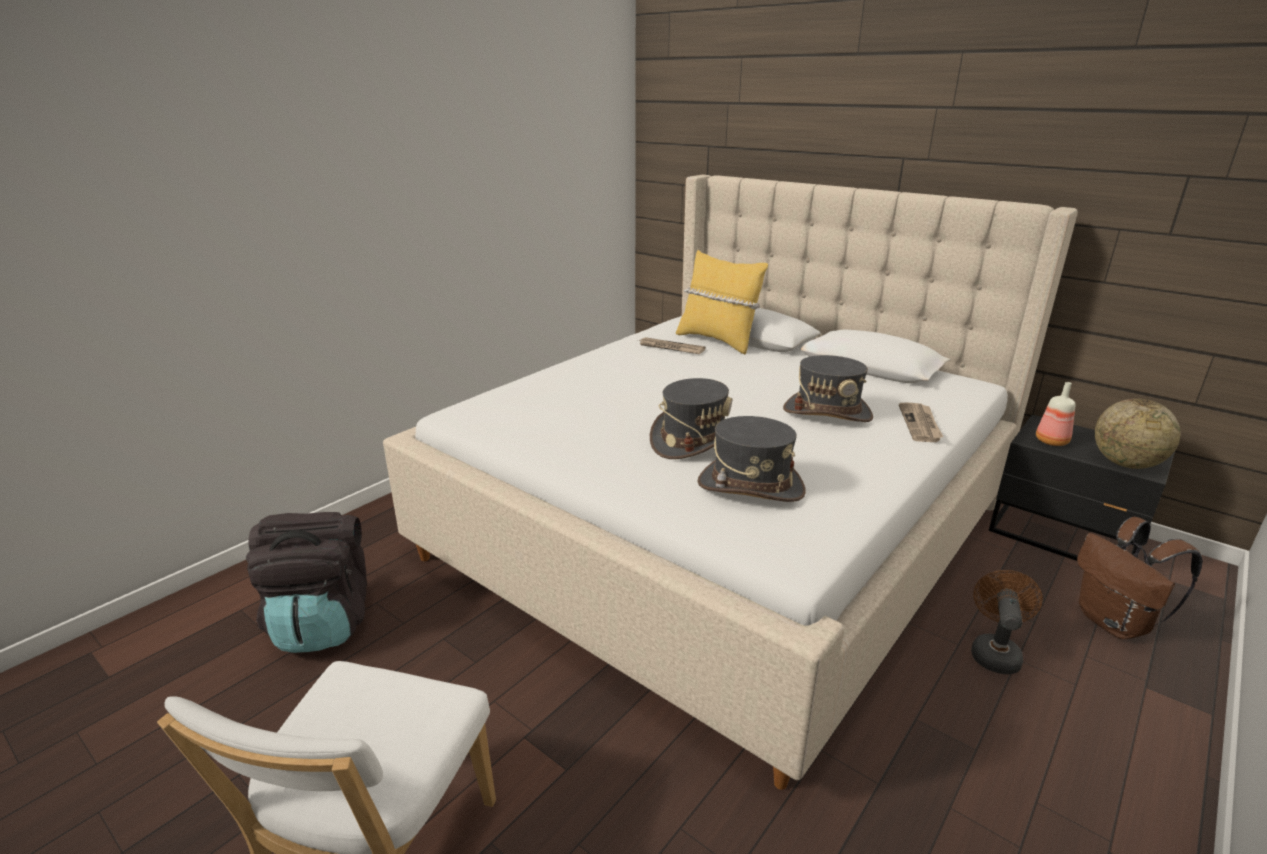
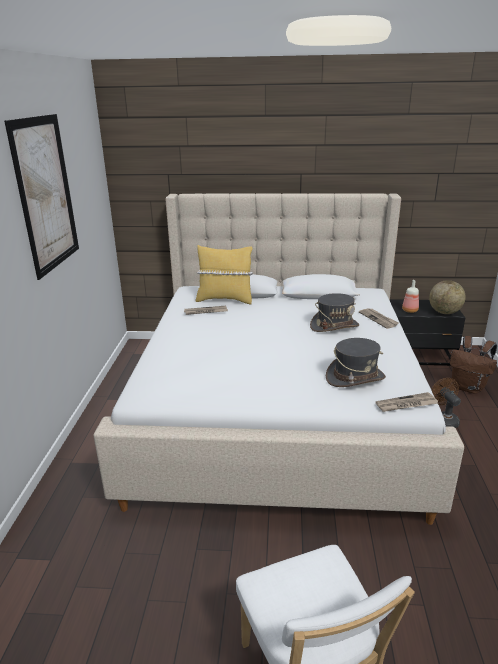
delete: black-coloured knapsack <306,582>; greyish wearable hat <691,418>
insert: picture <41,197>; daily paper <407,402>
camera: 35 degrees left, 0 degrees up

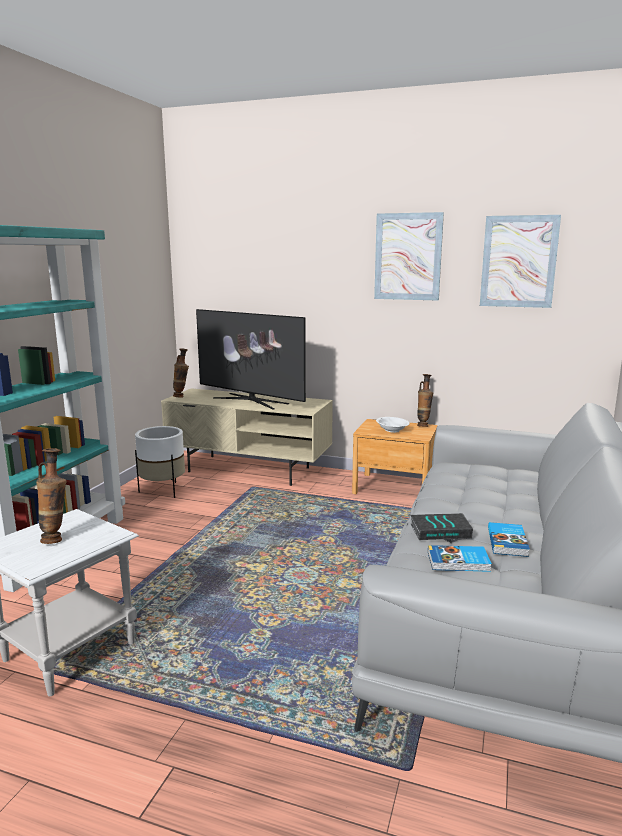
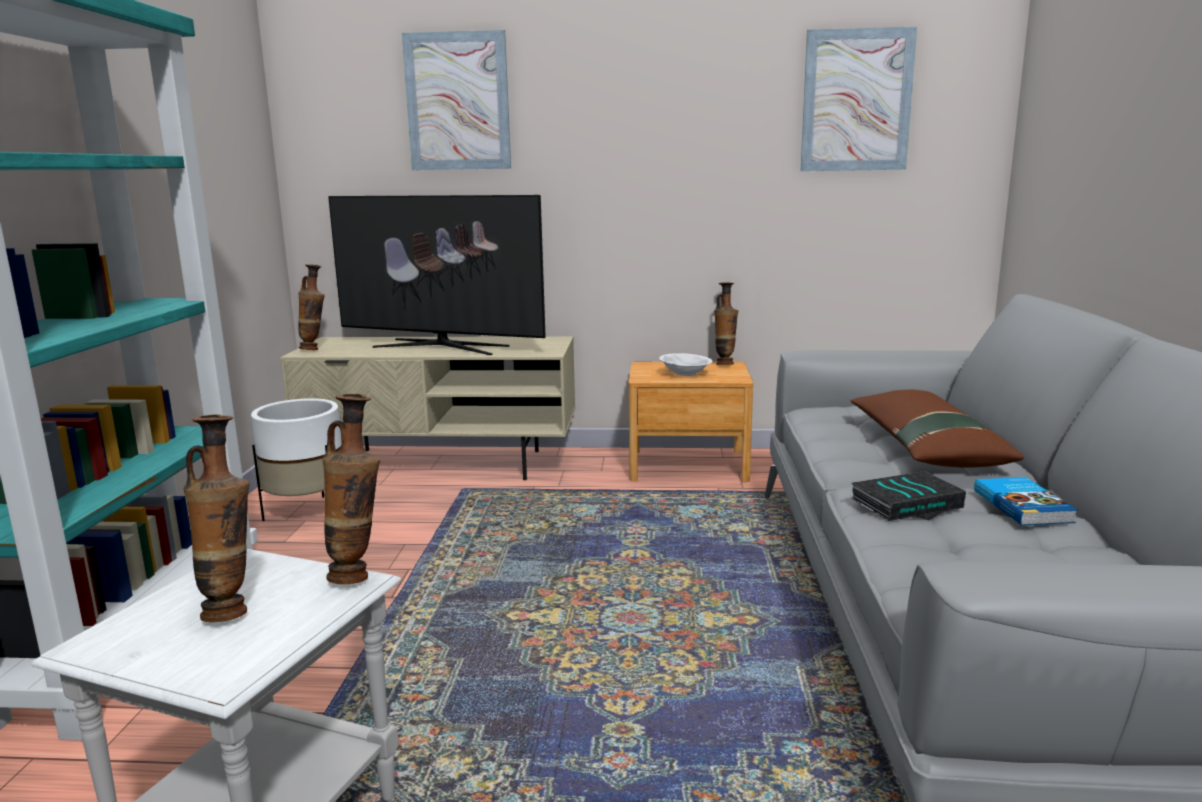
delete: bound book <460,558>
insert: vase <351,489>; brown cushion <937,429>
move: picture <409,256> to <456,100>
camera: 15 degrees left, 0 degrees up

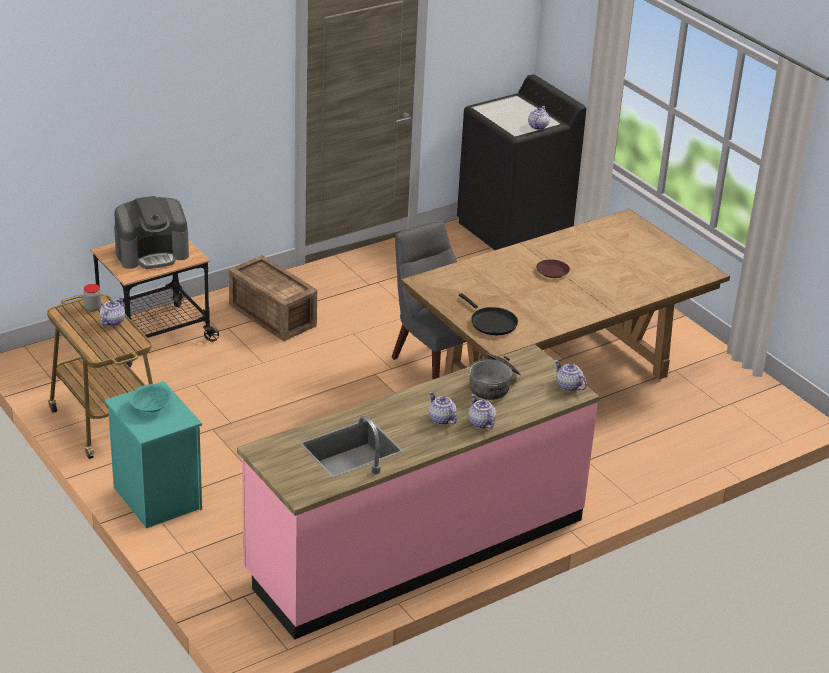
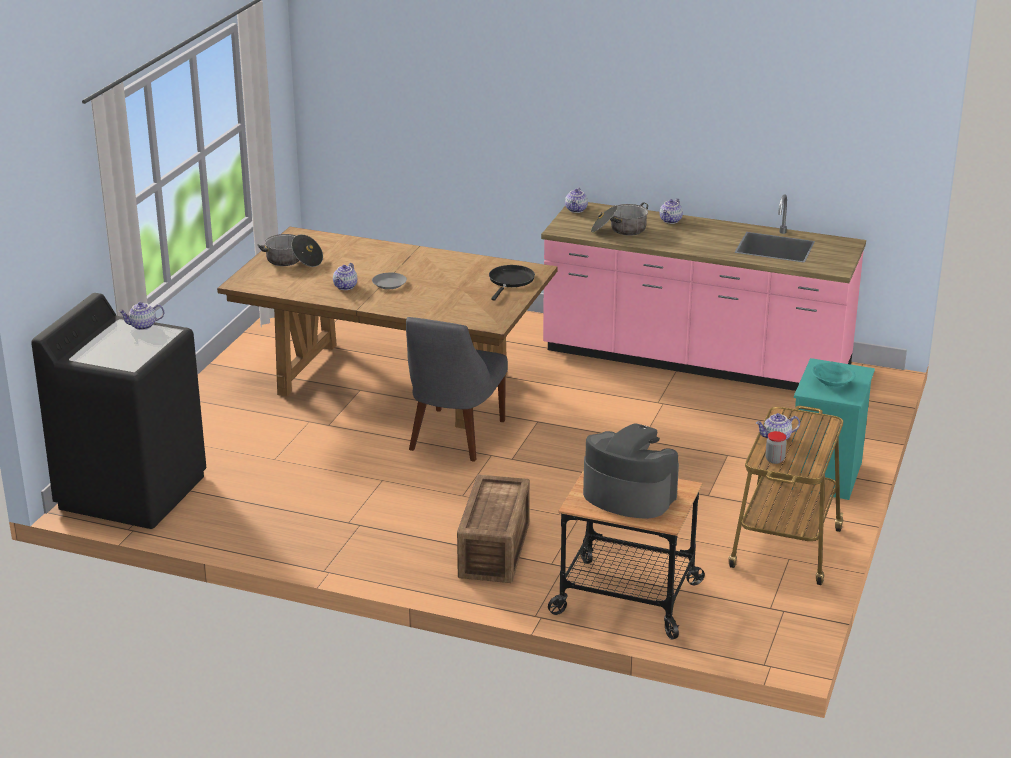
insert: cooking pot <290,250>
move: teapot <443,408> to <345,276>
recolor: brown flat dish <553,268> to greyish flat dish <389,281>
camera: 125 degrees left, 5 degrees down

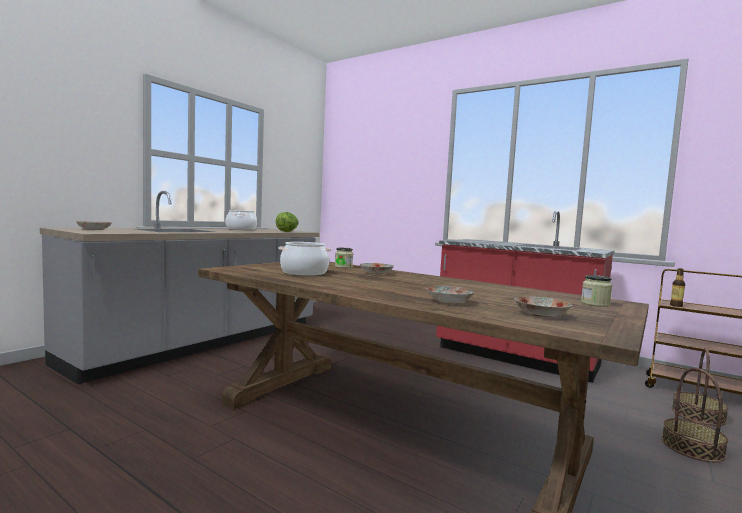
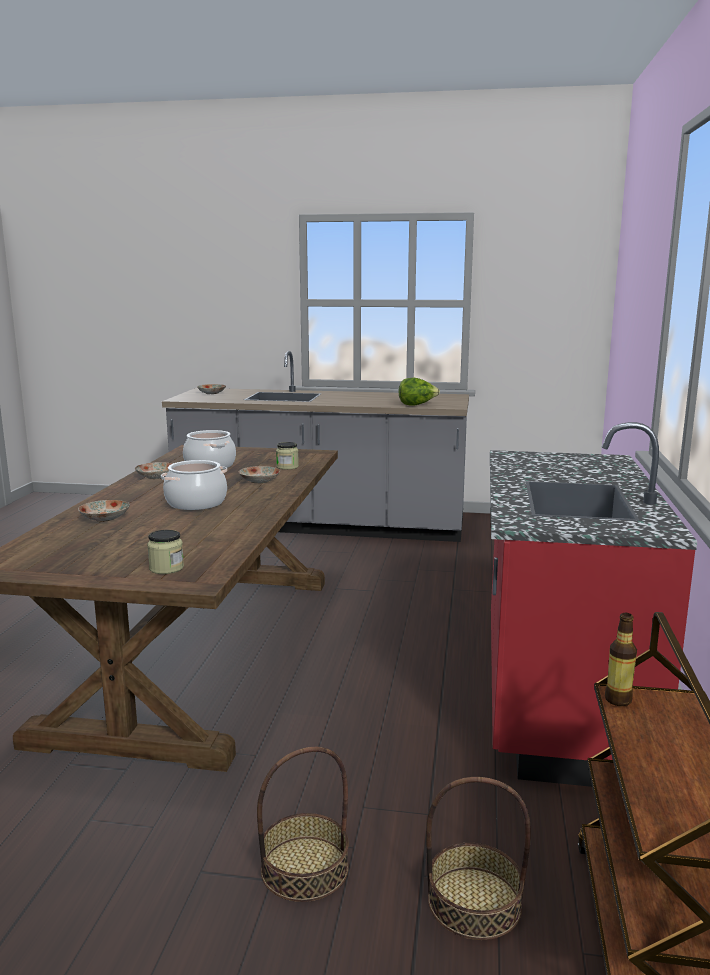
move: cooking pot <241,220> to <194,485>; flat dish <543,306> to <154,470>
camera: 65 degrees right, 10 degrees up

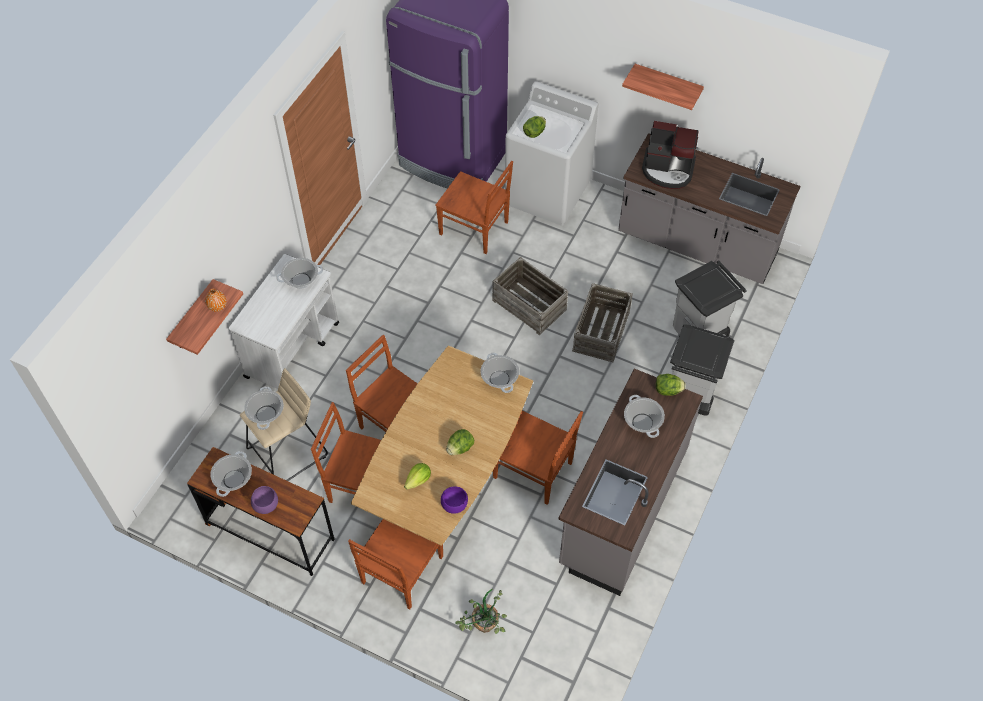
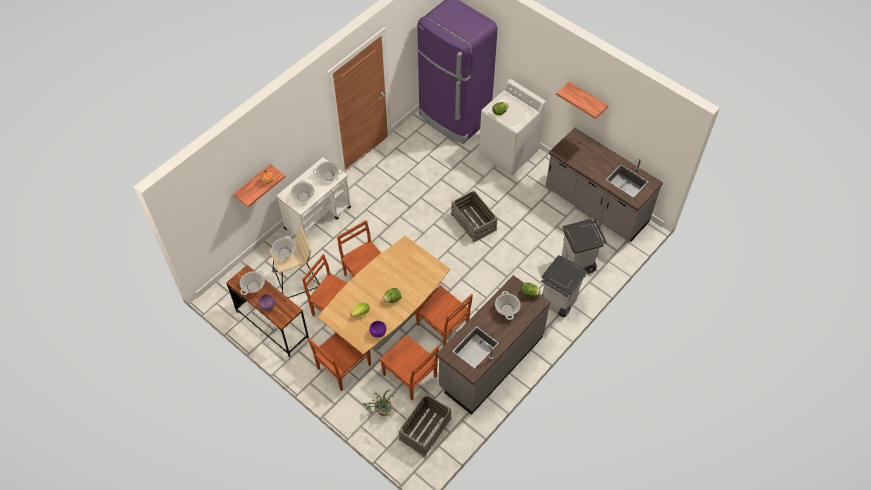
delete: coffee maker <670,155>
move: brown plain chair <474,207> to <409,367>; cooking pot <499,373> to <303,192>; packing crate <602,322> to <425,424>
camera: 15 degrees right, 0 degrees up

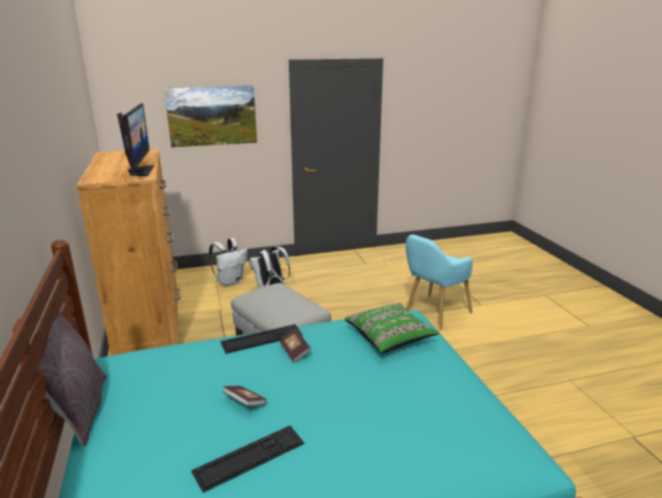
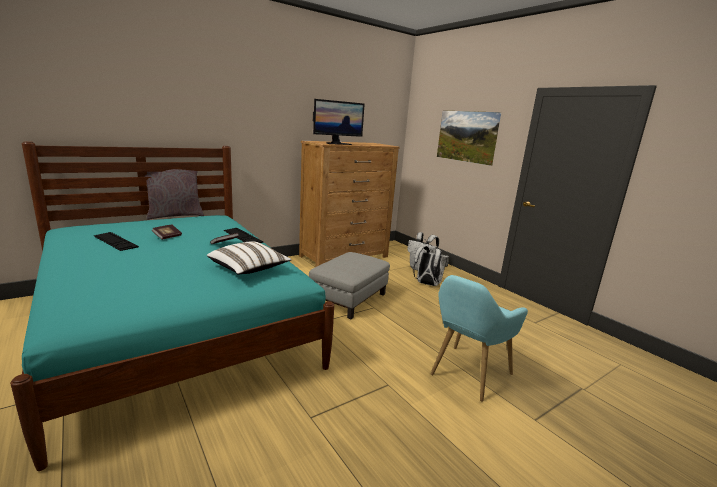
recolor: green cushion <392,328> to whitish cushion <249,258>
rotate: turquoise-coloured lounge chair <439,282> = <479,338> 75 degrees counterclockwise
camera: 70 degrees right, 5 degrees down

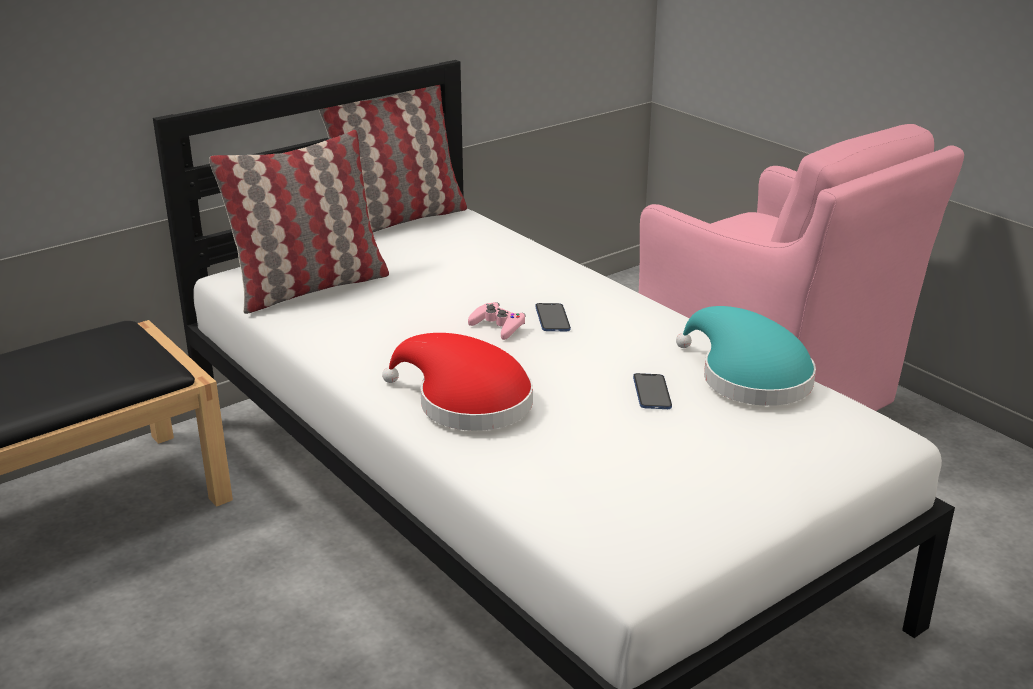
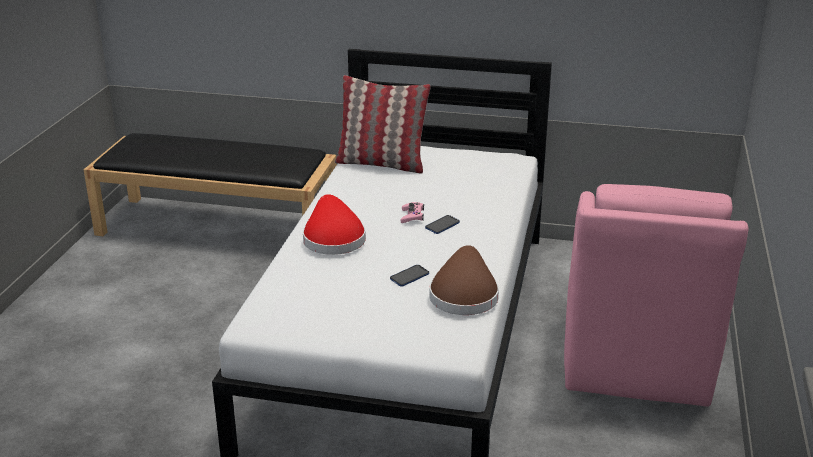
delete: cushion <393,158>
recolor: turquoise-coloured wearable hat <746,356> to brown wearable hat <464,280>
camera: 50 degrees right, 0 degrees up

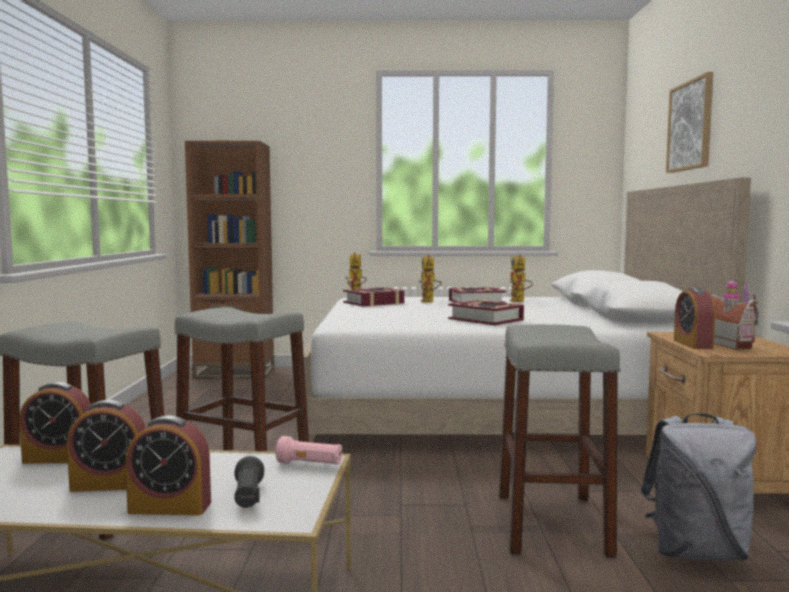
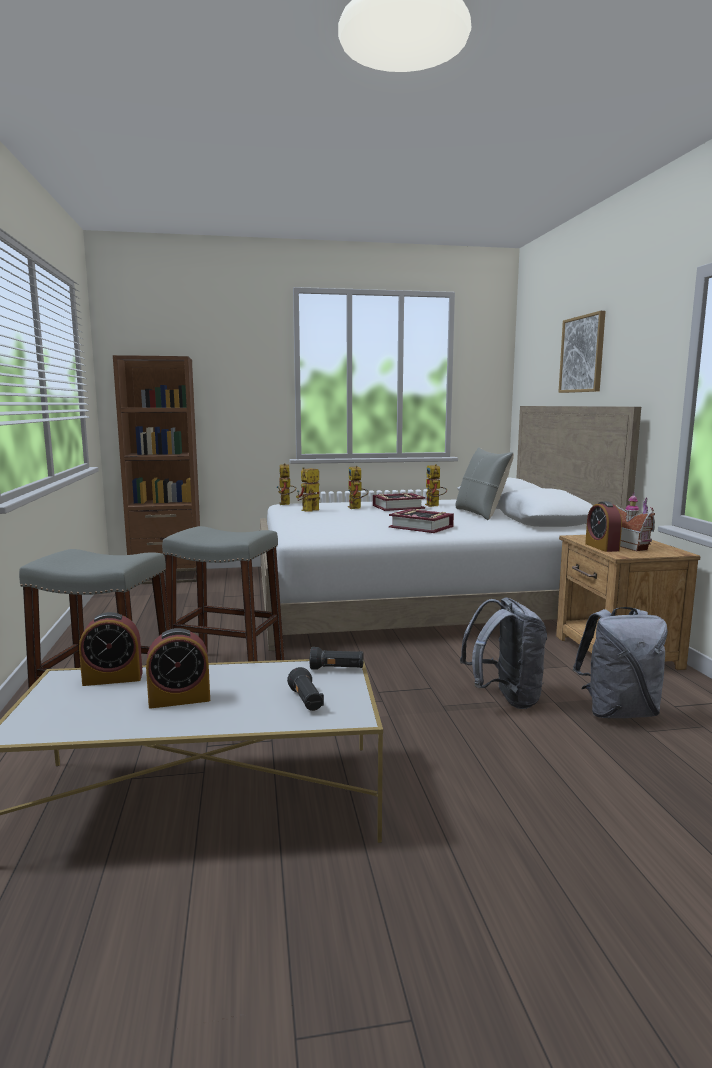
delete: alarm clock <168,465>
insert: greyish cushion <485,483>
replace: bound book <373,297> to toy robot <308,489>; greyish stool <560,441> to greyish knapsack <503,653>
recolor: pink torch <309,450> to black-coloured torch <337,658>
camera: 10 degrees left, 5 degrees up

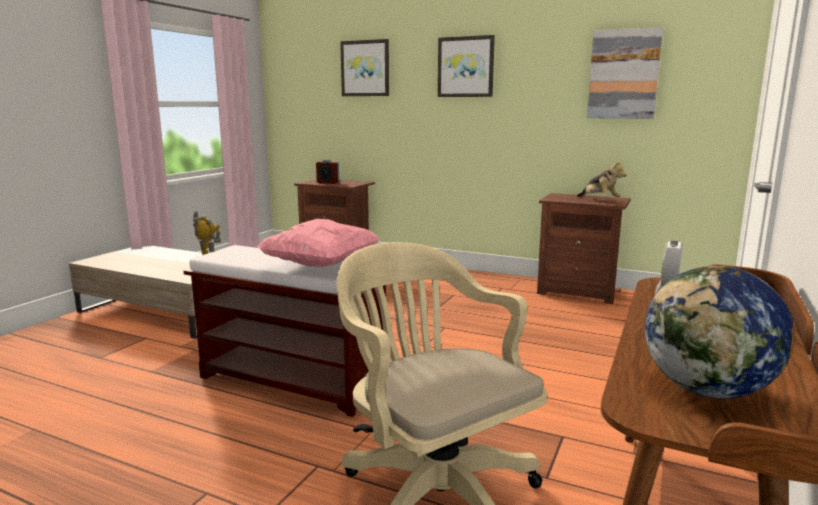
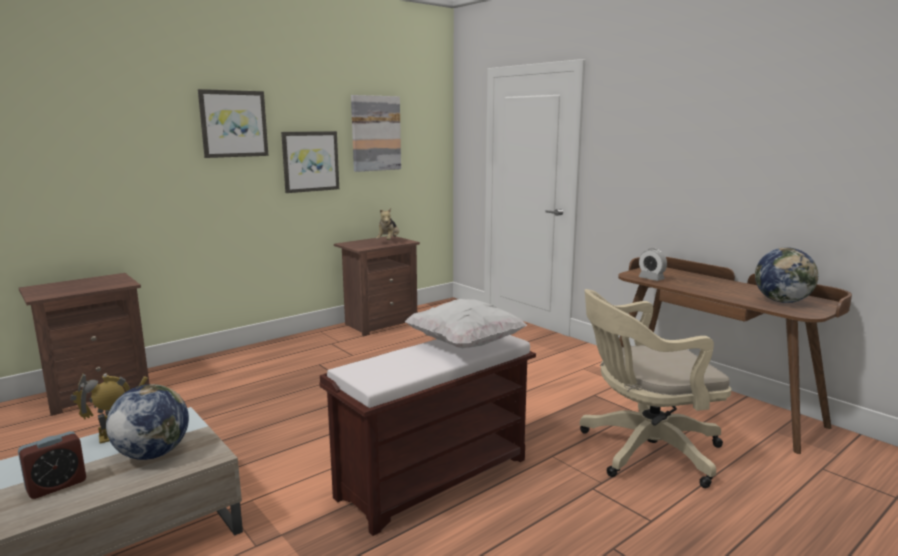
insert: globe <147,422>
move: alarm clock <327,171> to <52,465>; picture <364,67> to <310,162>
recolor: pink cushion <318,243> to whitish cushion <466,324>
rotate: cuddly toy <602,178> = <387,224> 105 degrees clockwise
camera: 65 degrees left, 0 degrees up

